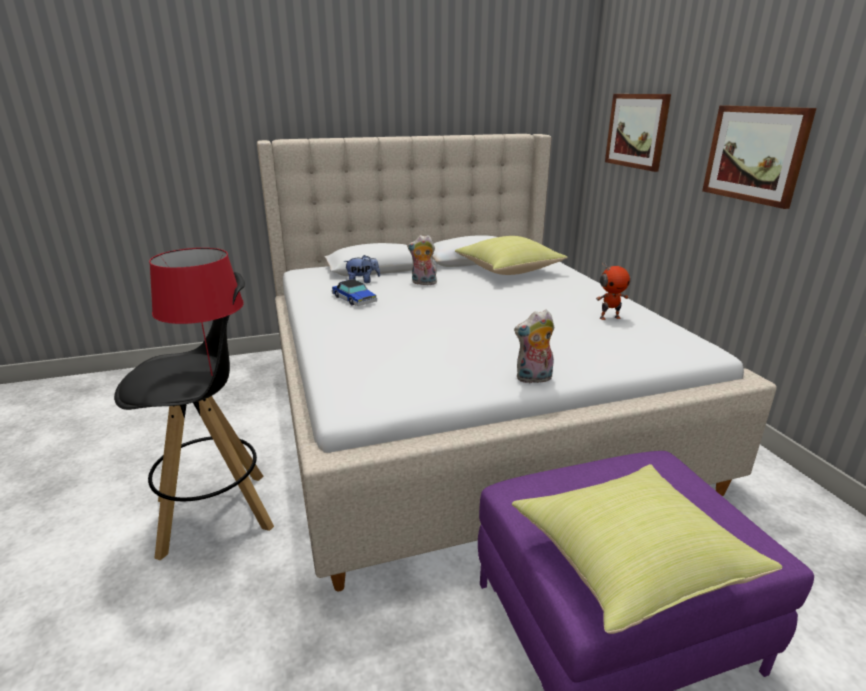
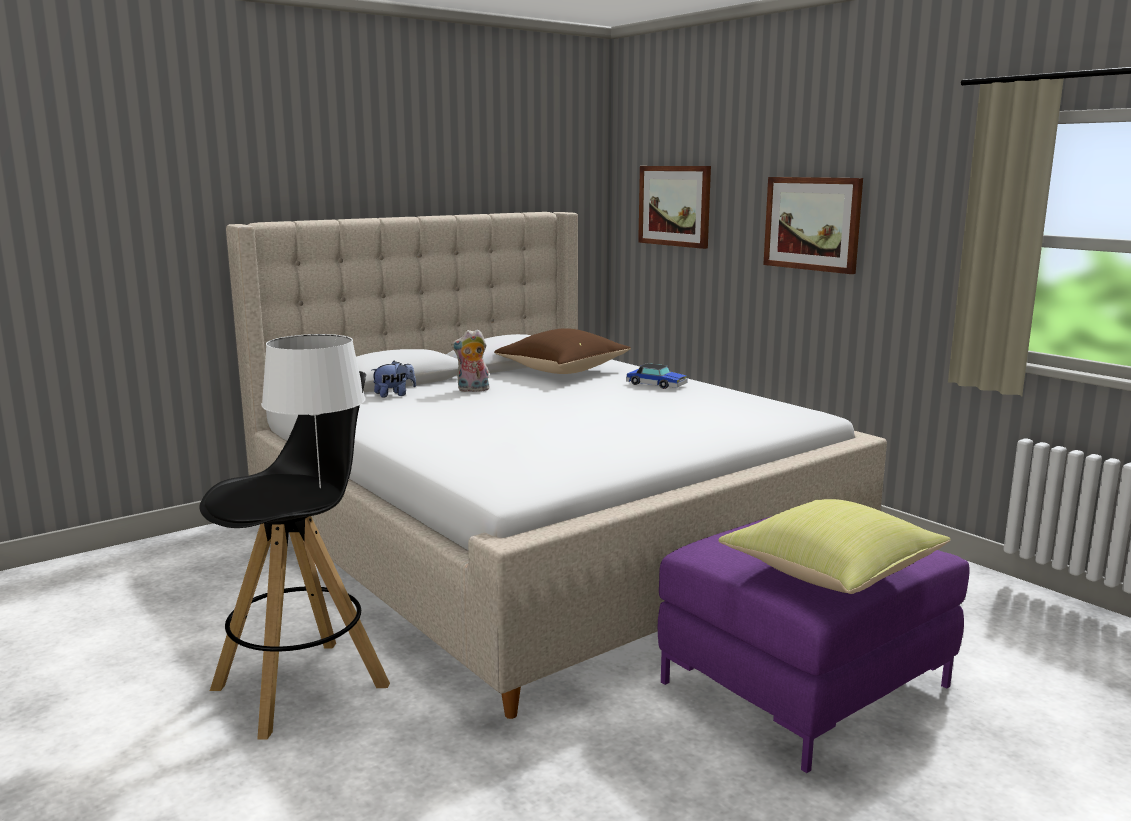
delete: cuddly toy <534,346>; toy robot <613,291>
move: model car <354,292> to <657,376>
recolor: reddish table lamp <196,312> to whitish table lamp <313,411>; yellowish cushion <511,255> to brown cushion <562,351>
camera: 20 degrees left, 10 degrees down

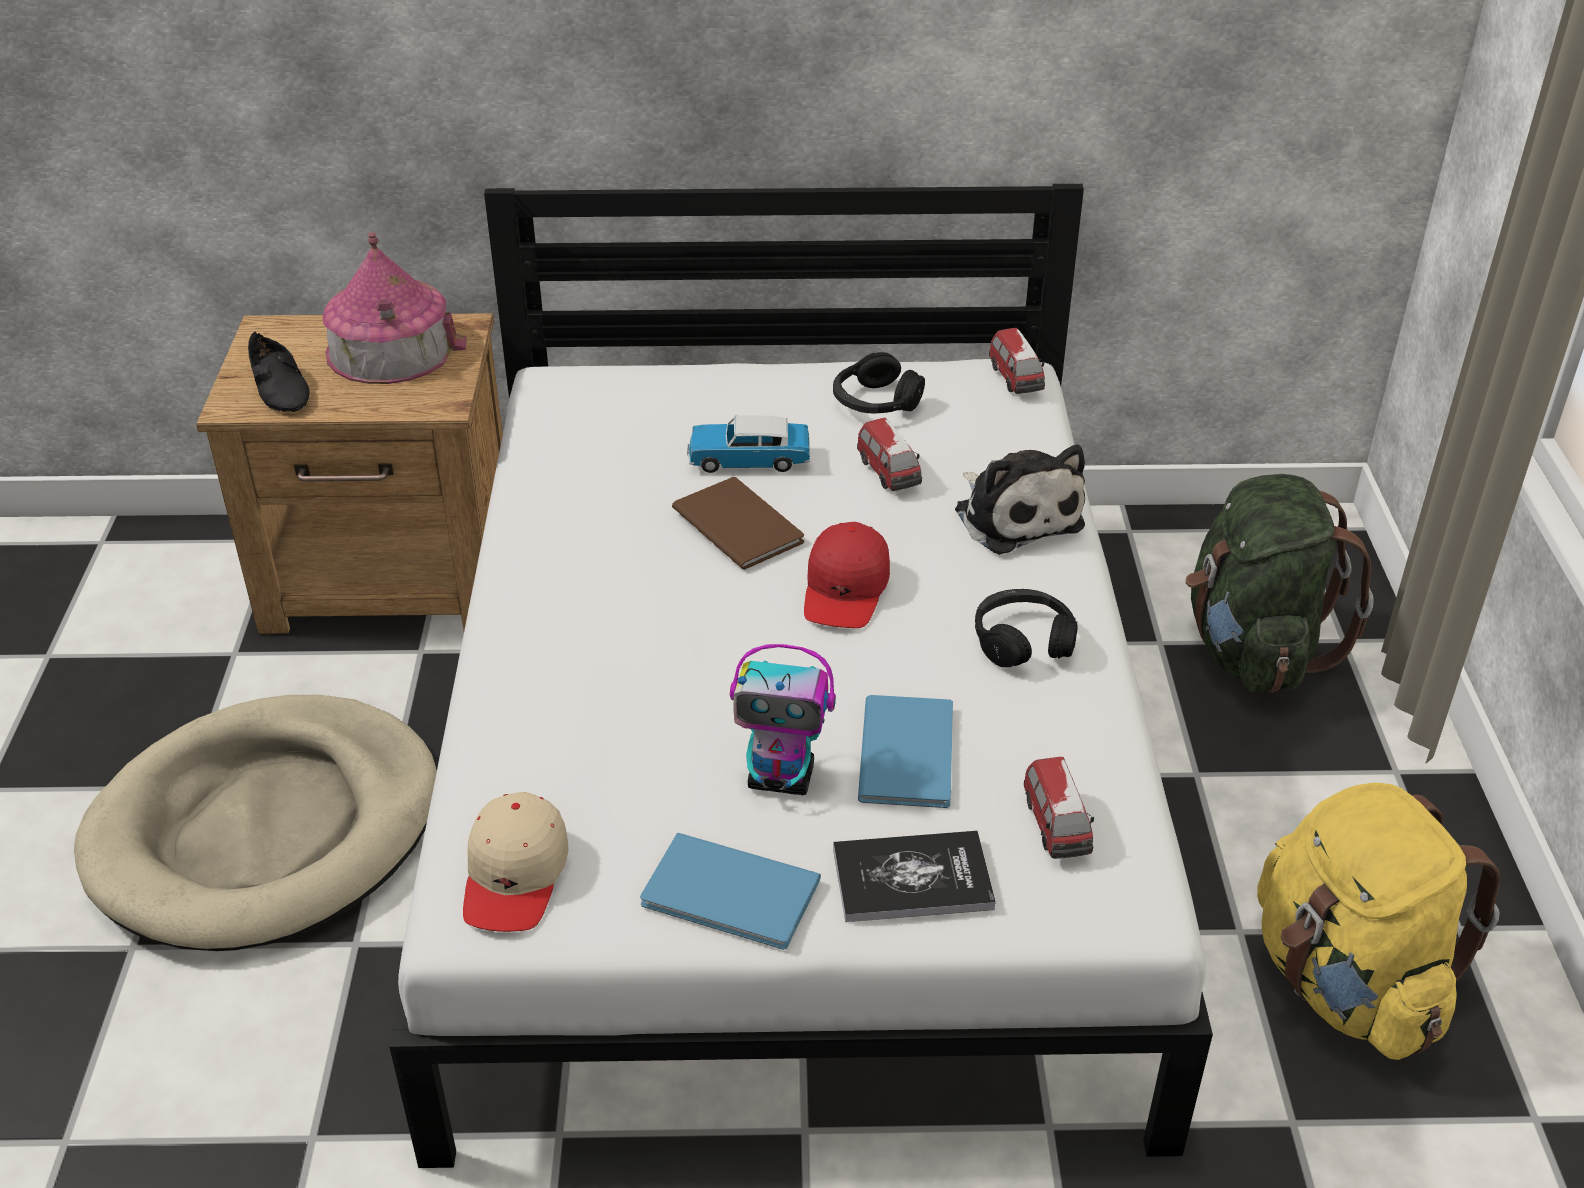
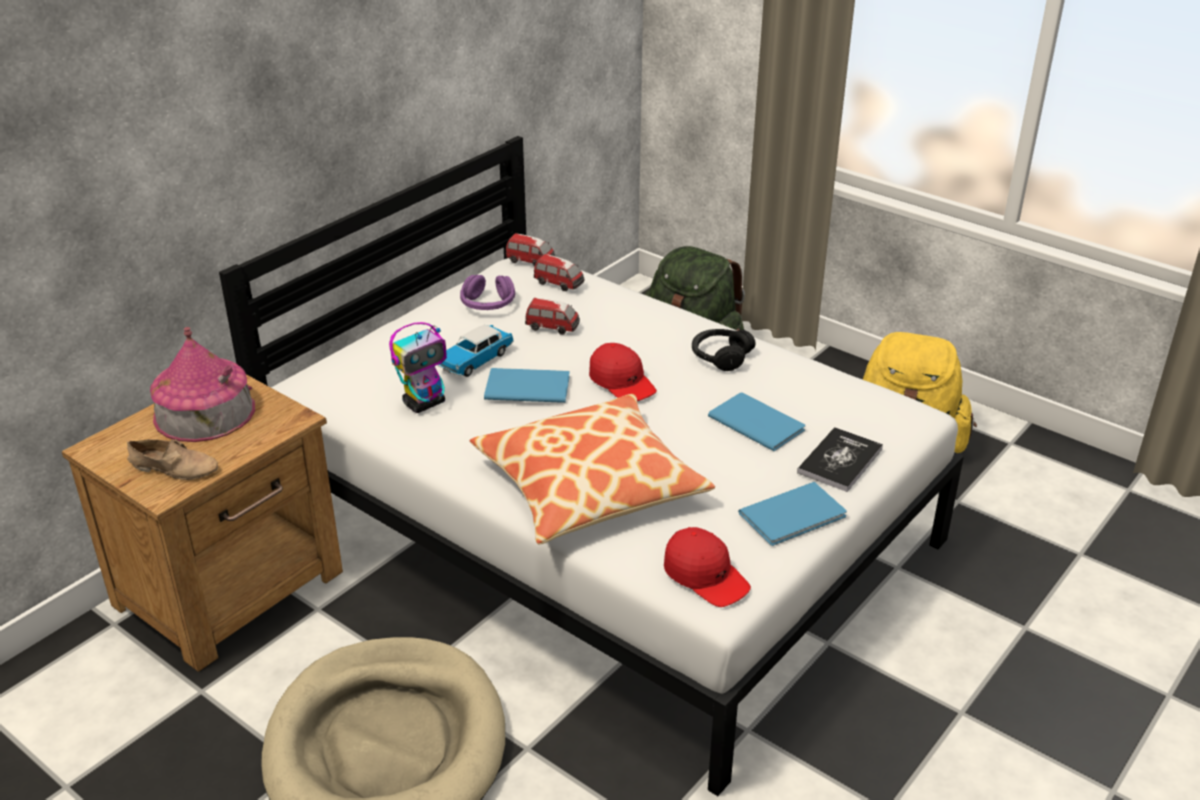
delete: cuddly toy <1020,499>
insert: cushion <592,469>
move: toy robot <783,719> to <418,367>; model car <1059,808> to <559,272>
recolor: black-coloured item of footwear <279,372> to sand-coloured item of footwear <172,459>; sand-coloured baseball cap <516,862> to reddish baseball cap <707,567>; brown bound book <738,523> to blue bound book <527,385>; black-coloured headphones <879,383> to purple headphones <487,292>
camera: 50 degrees left, 5 degrees down

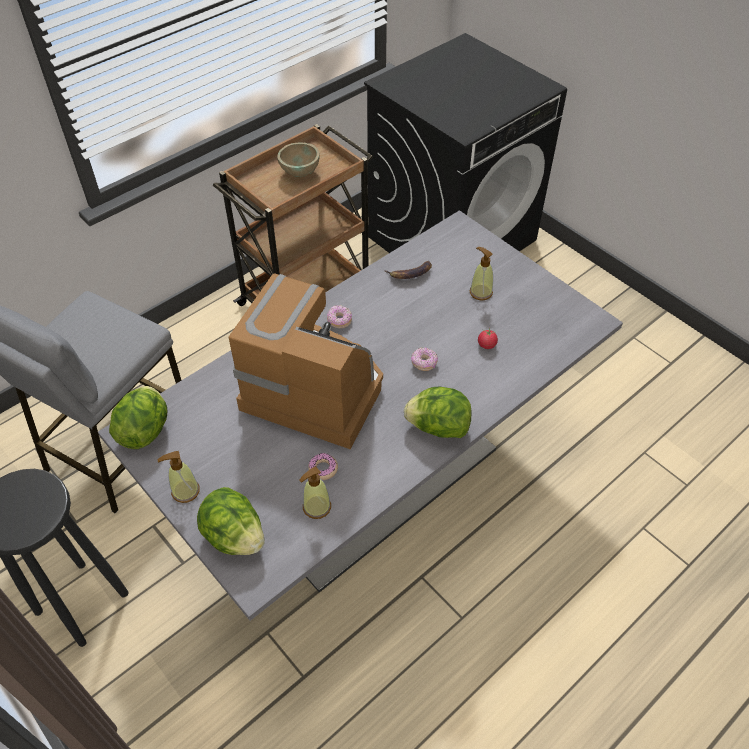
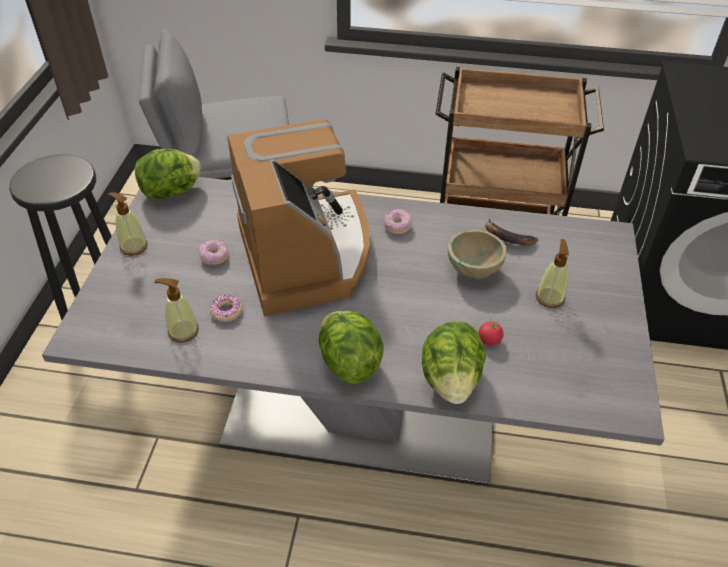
move: head of lettuce <230,521> to <454,362>; sand-coloured deep dish <298,160> to <477,254>; donut <424,359> to <214,252>
camera: 50 degrees right, 5 degrees down

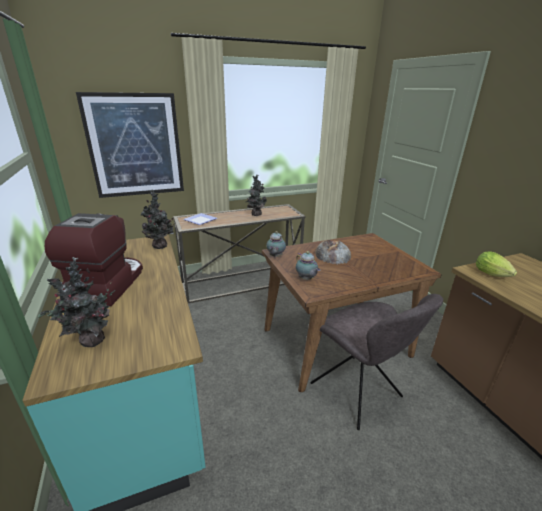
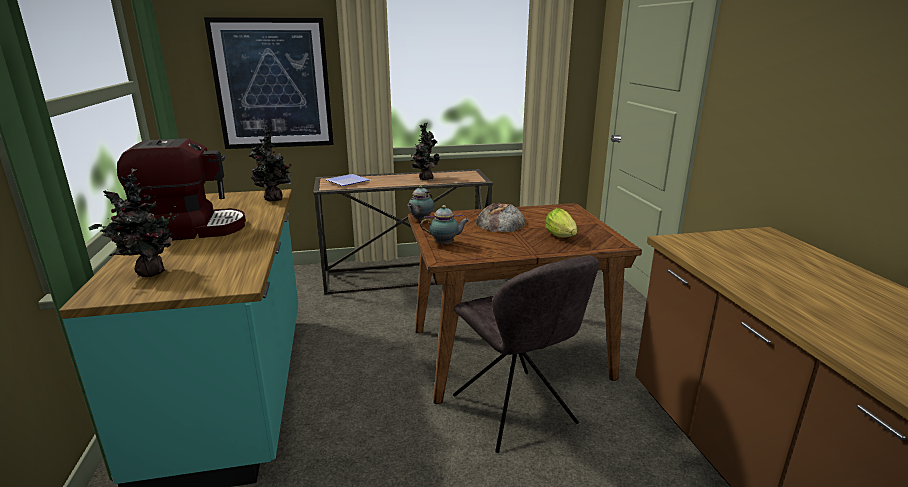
move: head of lettuce <496,264> to <561,223>
rotate: coffee maker <94,259> = <181,189> 60 degrees clockwise; teapot <308,265> = <445,225> 75 degrees counterclockwise
camera: 10 degrees right, 5 degrees down

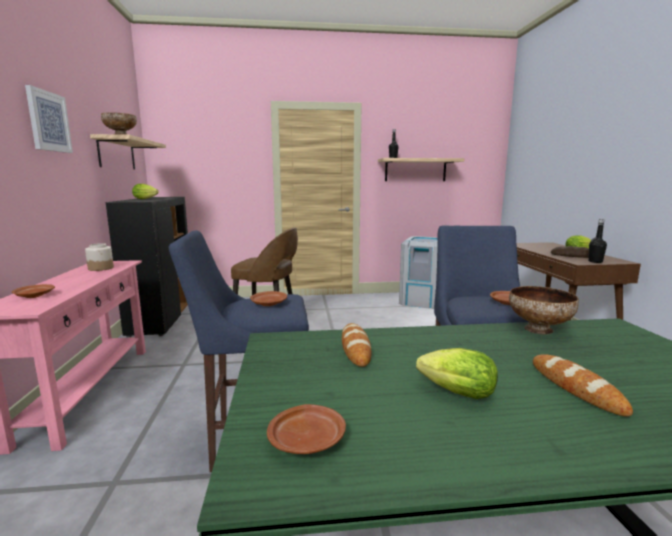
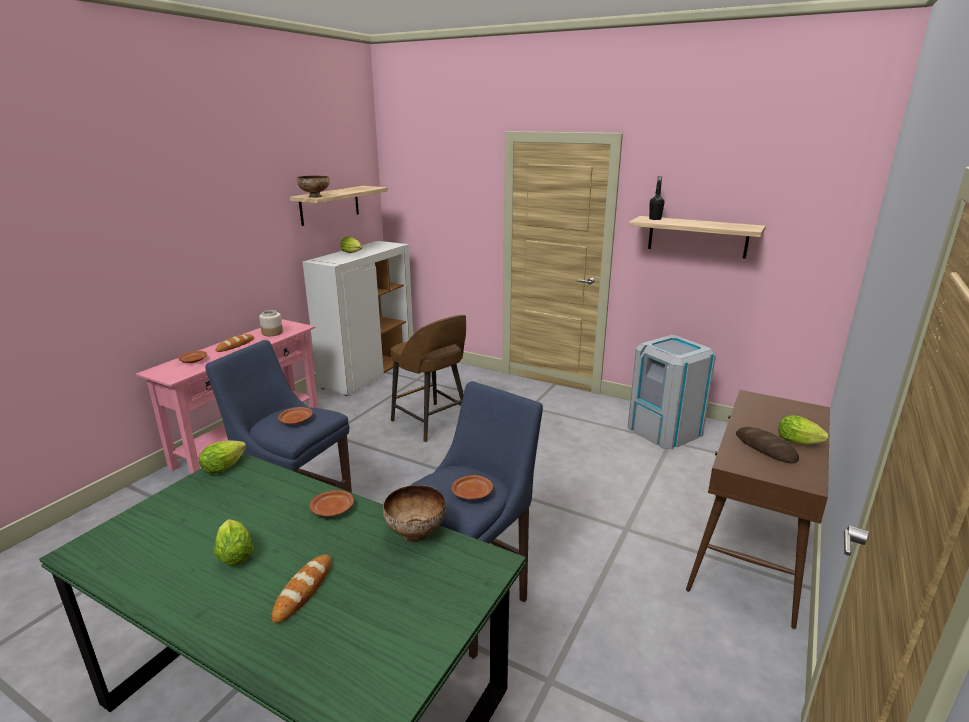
delete: picture <49,119>; black-coloured beverage bottle <597,241>
insert: head of lettuce <222,457>
move: brown flat dish <306,429> to <331,503>; bakery bread <356,345> to <235,343>
recolor: black-coloured cupboard <147,267> to whitish cupboard <358,318>
camera: 35 degrees right, 10 degrees up

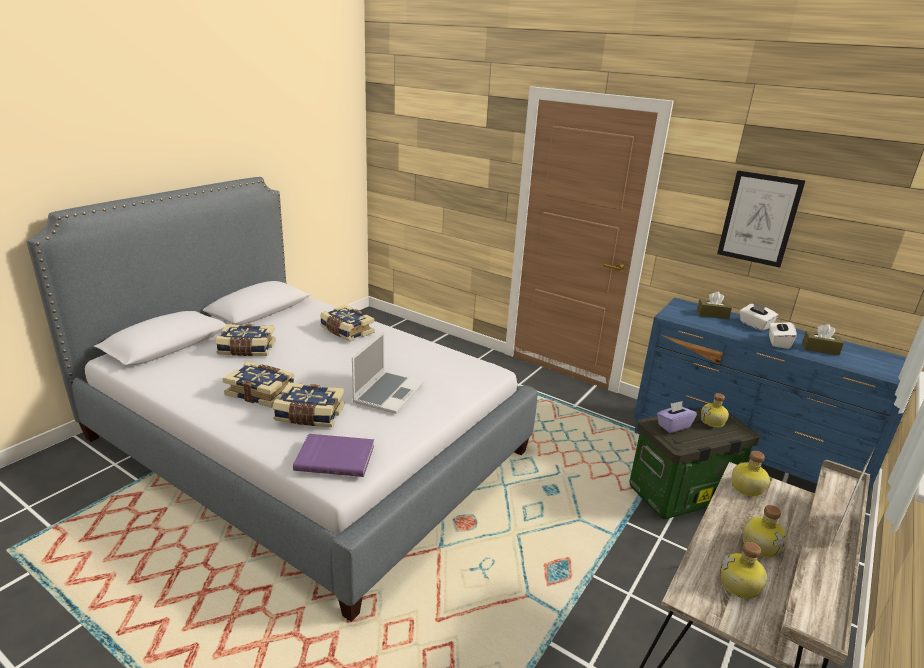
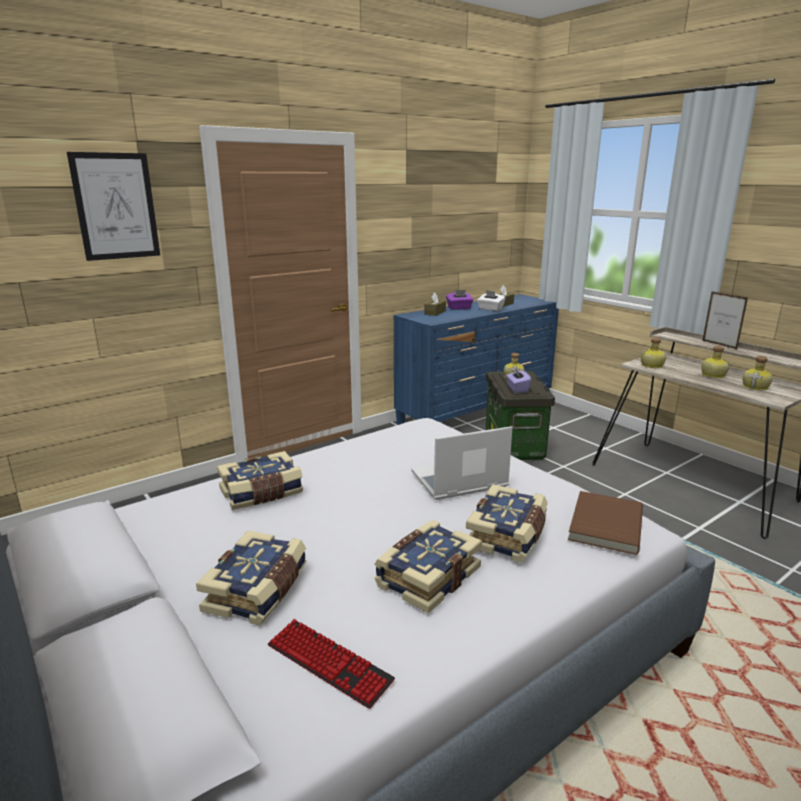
insert: PC keyboard <331,664>
move: picture <761,219> to <113,206>
recolor: purple bound book <333,455> to brown bound book <605,523>; whitish box of tissues <758,316> to purple box of tissues <460,300>
rotate: notebook computer <388,373> = <462,463> 60 degrees counterclockwise
camera: 70 degrees left, 5 degrees down

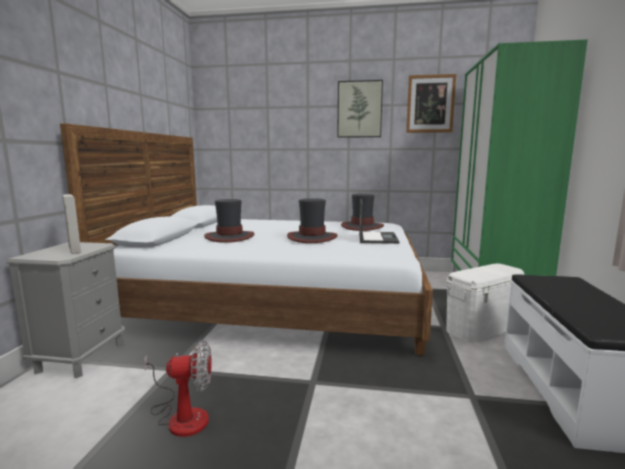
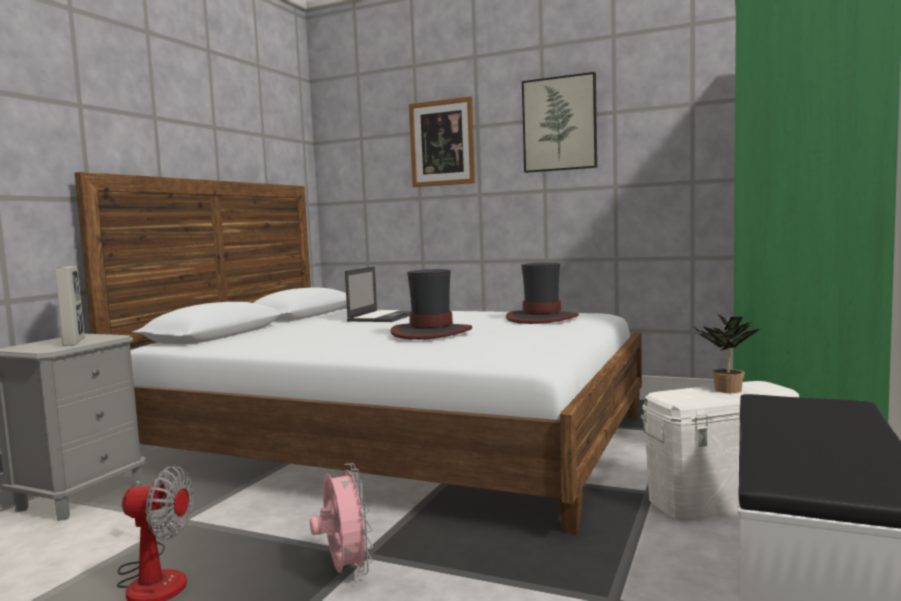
delete: wearable hat <229,221>
insert: pink fan <341,519>; houseplant <727,354>
move: notebook computer <379,221> to <378,294>; picture <431,103> to <442,141>
camera: 15 degrees right, 5 degrees down

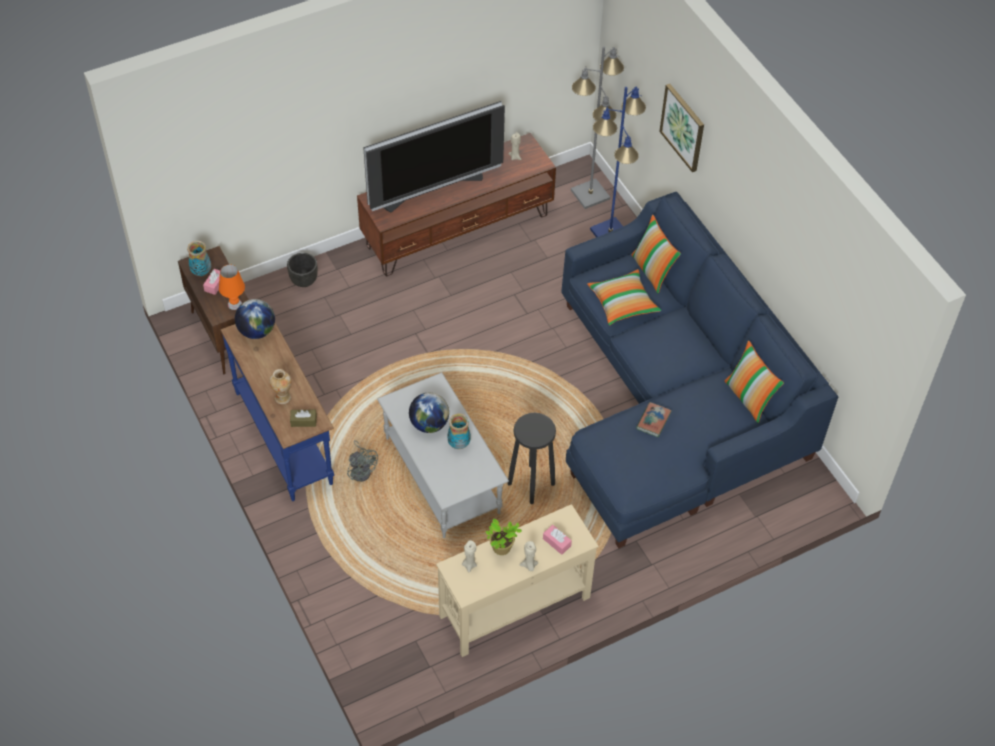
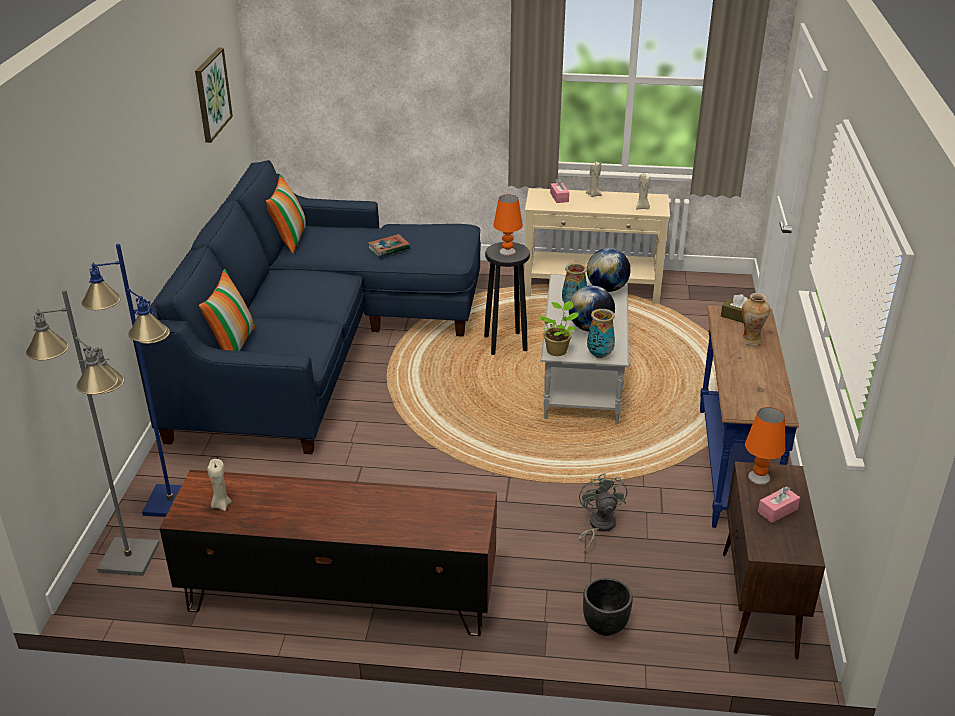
delete: TV <434,156>; cushion <624,297>
insert: orange-coloured table lamp <508,225>
move: vase <199,258> to <601,333>; globe <255,319> to <609,270>; greyish fan <362,461> to <602,513>; houseplant <503,536> to <559,328>; picture <681,128> to <214,95>
camera: 145 degrees left, 20 degrees down

